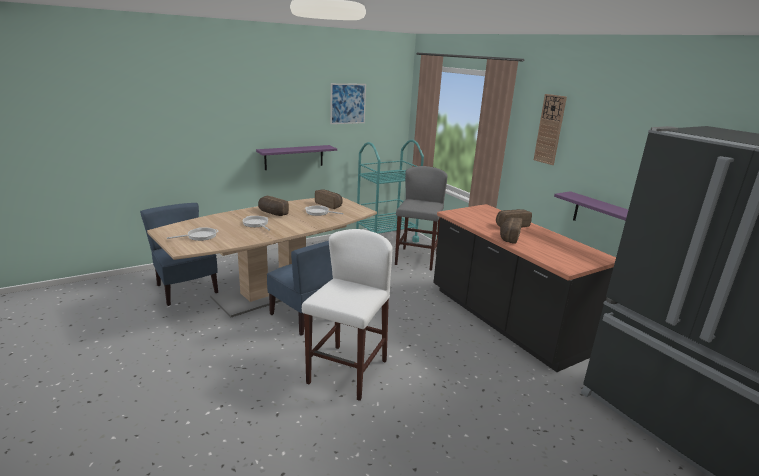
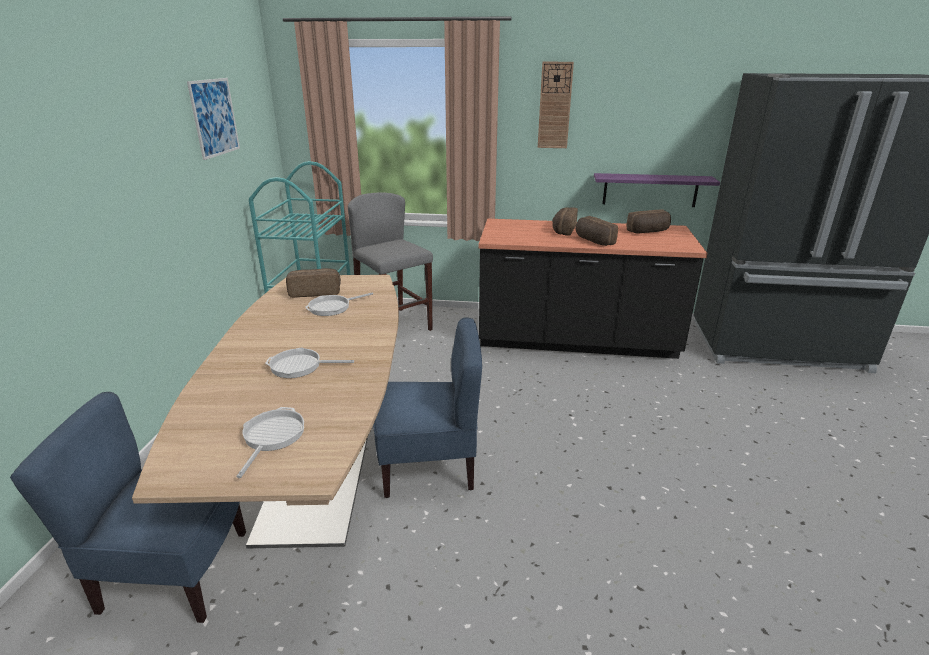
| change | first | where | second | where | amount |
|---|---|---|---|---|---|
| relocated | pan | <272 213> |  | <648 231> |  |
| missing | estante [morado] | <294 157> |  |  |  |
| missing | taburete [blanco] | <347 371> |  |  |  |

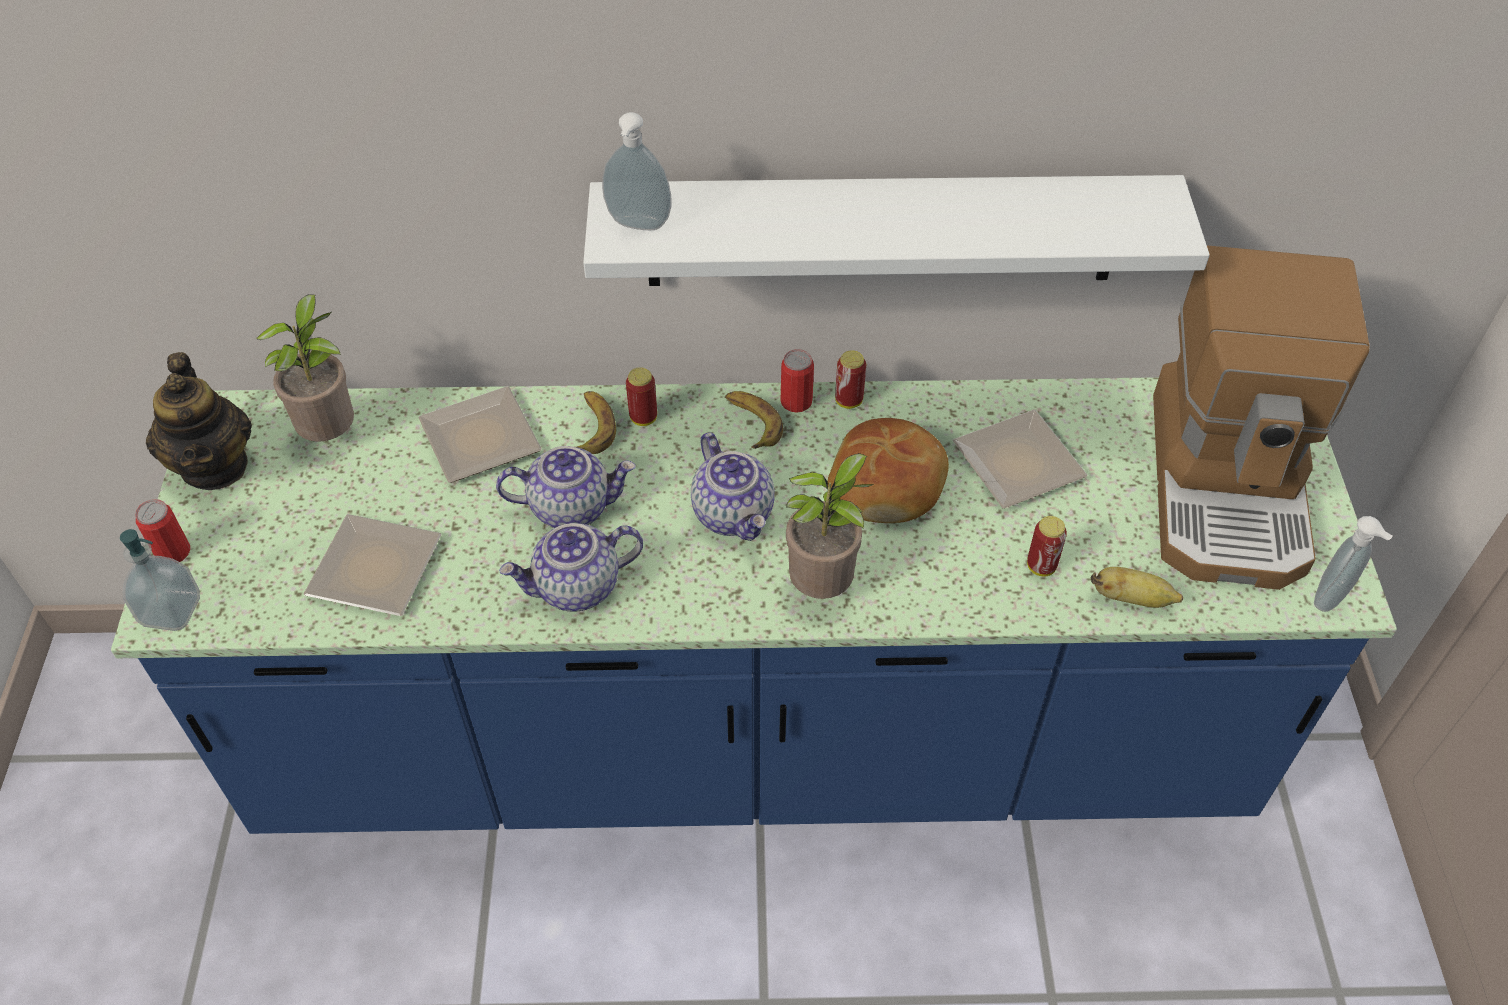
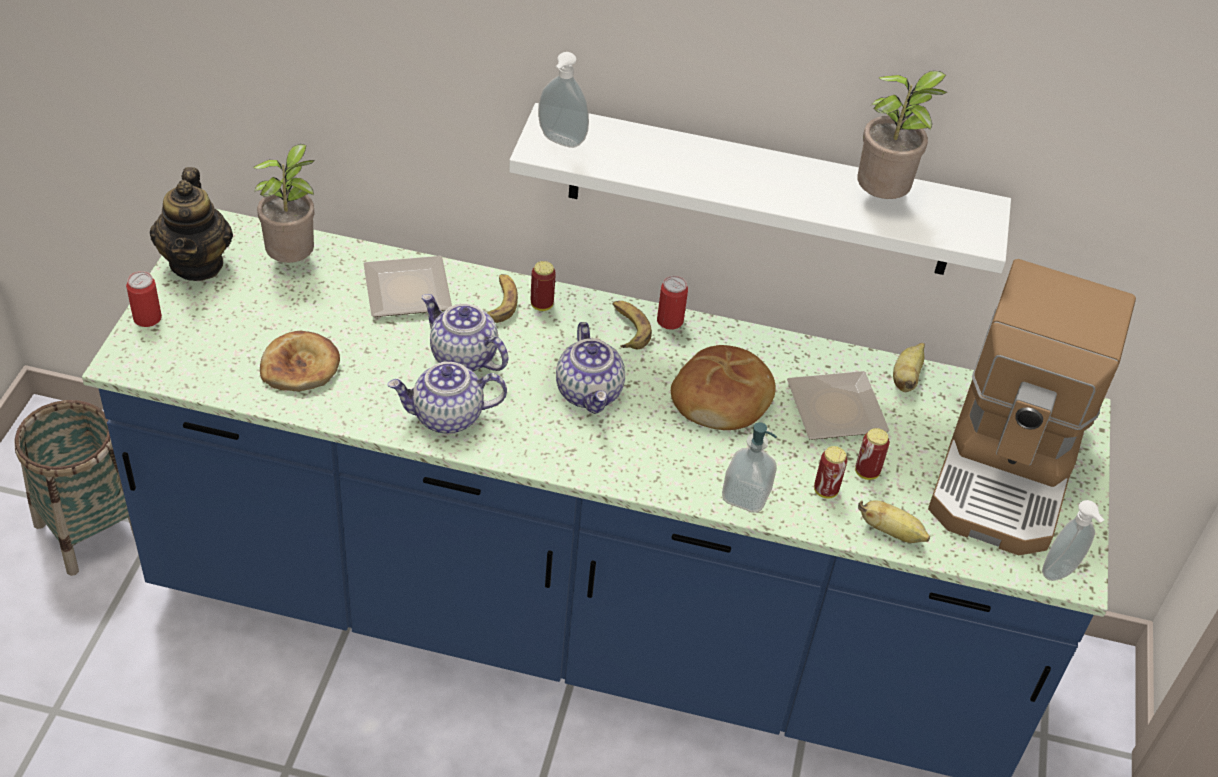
| change | first | where | second | where | amount |
|---|---|---|---|---|---|
| appeared |  |  | cesta | <89 530> |  |
| exchanged | plato | <380 567> | pan | <300 366> |  |
| spun | tetera | <571 506> |  | <462 357> | 150 degrees counterclockwise |
| relocated | dispensador de jabón | <171 611> |  | <745 496> |  |
| relocated | lata | <848 401> |  | <867 472> |  |
| relocated | planta en maceta | <824 586> |  | <883 199> |  |
| appeared |  |  | plátano | <906 378> |  |

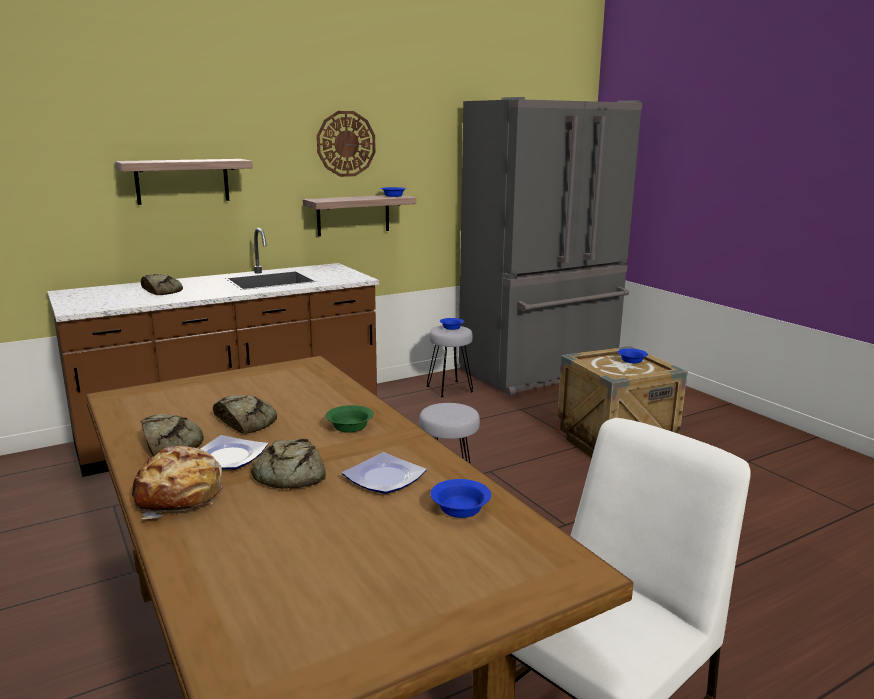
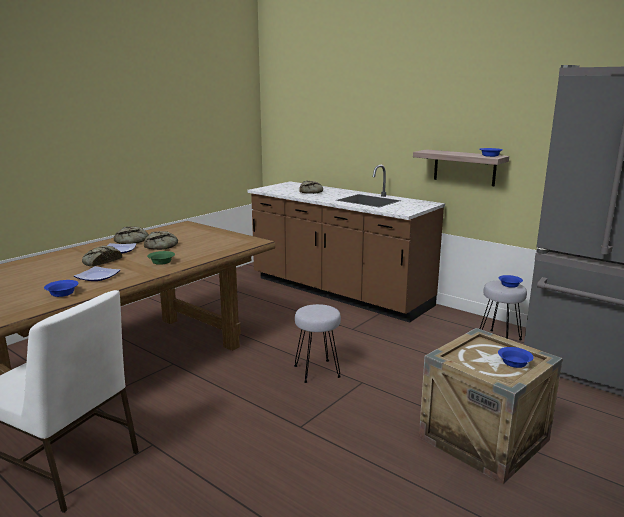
| change | first | where | second | where | amount |
|---|---|---|---|---|---|
| missing | estante | <182 181> |  |  |  |
| missing | pan | <180 496> |  |  |  |
| missing | reloj de pared | <346 144> |  |  |  |

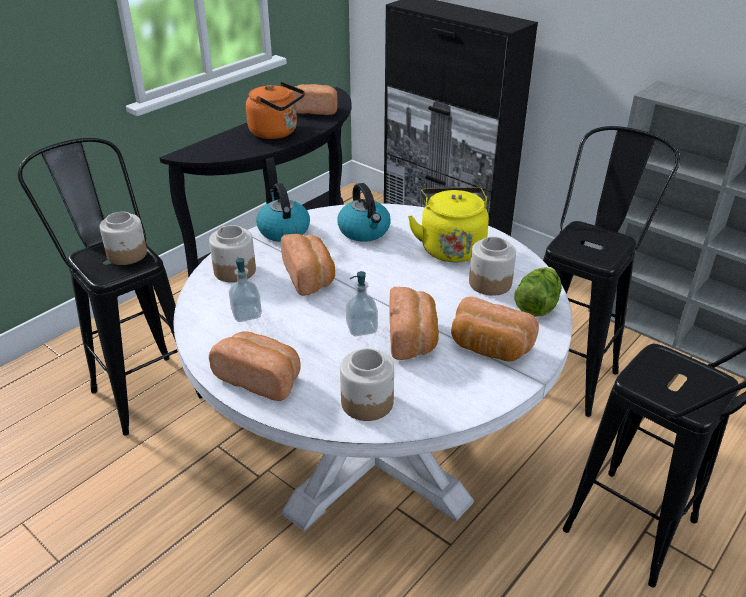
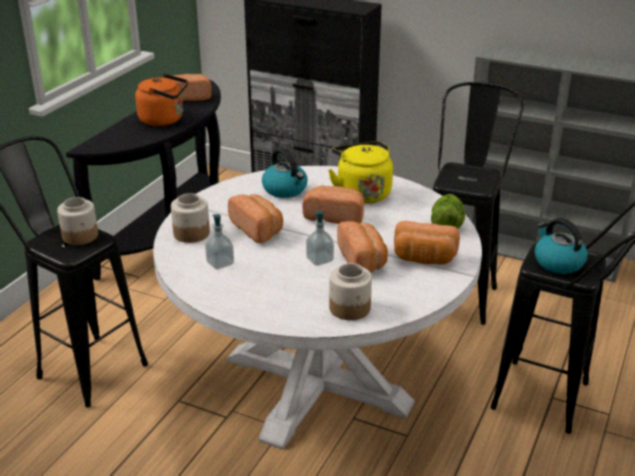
| change | first | where | second | where | amount |
|---|---|---|---|---|---|
| relocated | pan | <260 378> |  | <335 216> |  |
| relocated | hervidor | <283 230> |  | <557 262> |  |
| missing | tarro | <489 283> |  |  |  |

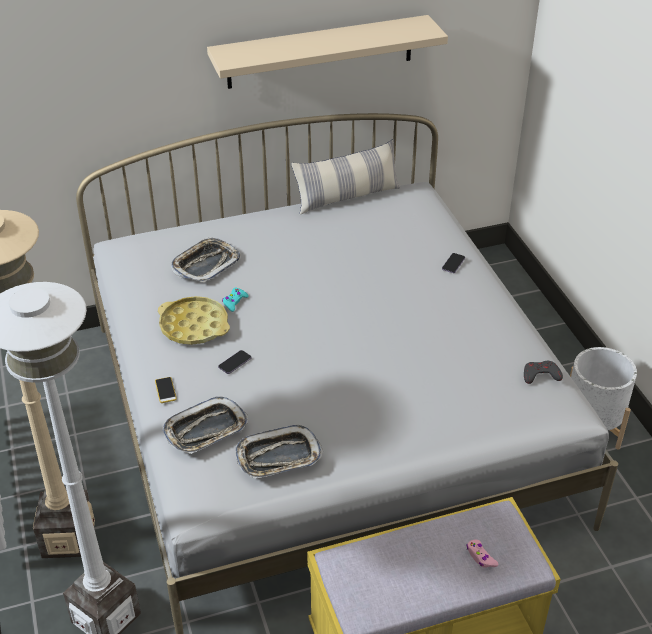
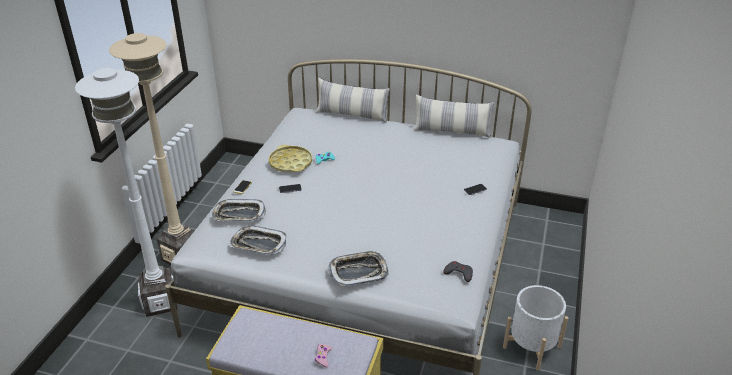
| change | first | where | second | where | amount |
|---|---|---|---|---|---|
| appeared |  |  | cojín | <352 115> |  |
| relocated | bandeja | <206 264> |  | <358 271> |  |
| missing | estante [beis] | <320 52> |  |  |  |

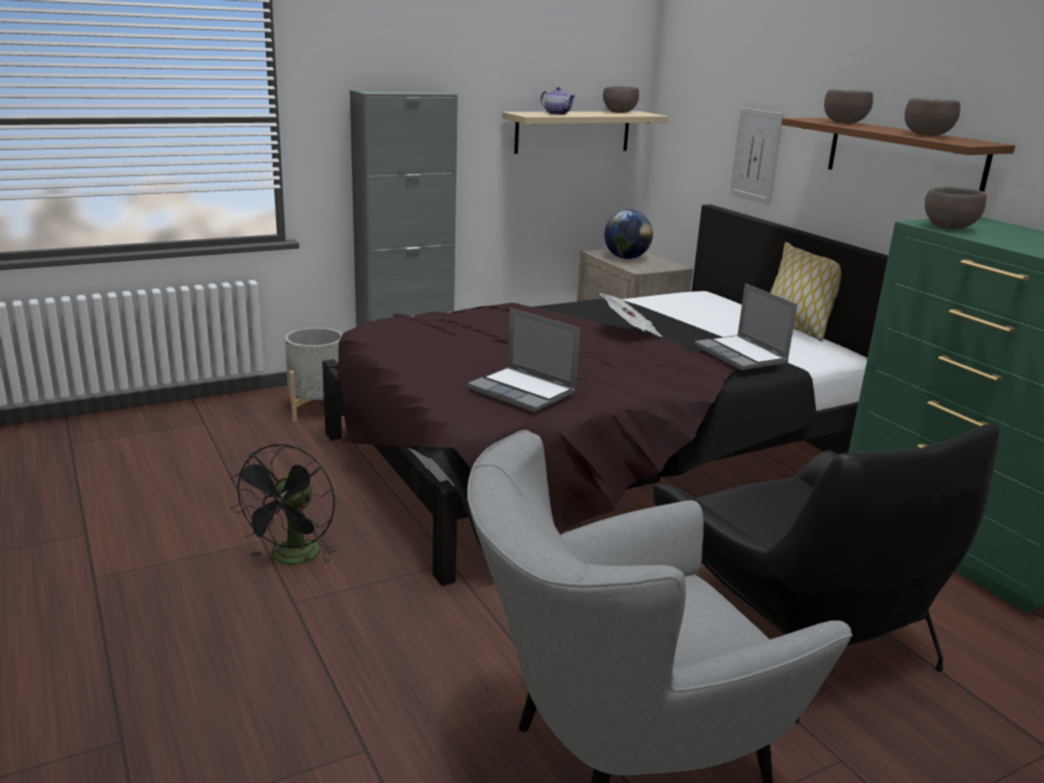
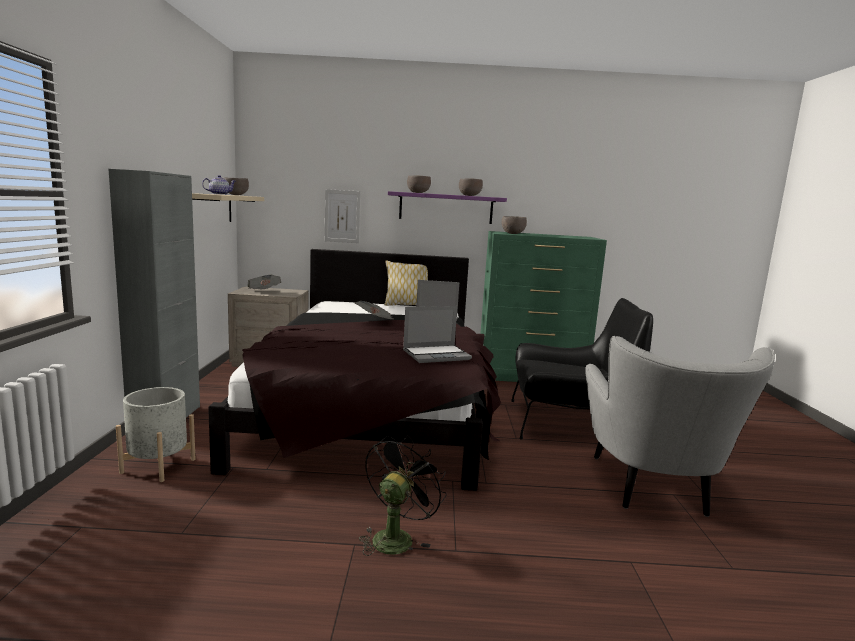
| change | first | where | second | where | amount |
|---|---|---|---|---|---|
| exchanged | globo terráqueo | <626 258> | periódico | <264 292> |  |
| spun | ventilador [negro] | <292 559> |  | <396 537> | 105 degrees counterclockwise |
| colour | estante [marrón] | <904 157> | estante [morado] | <446 208> |  |

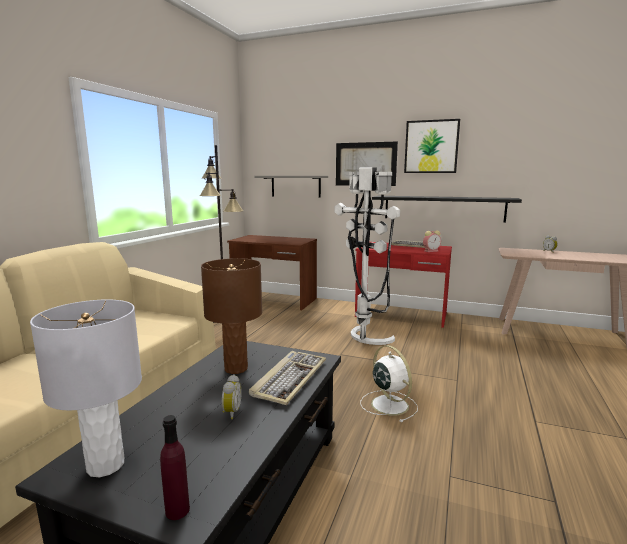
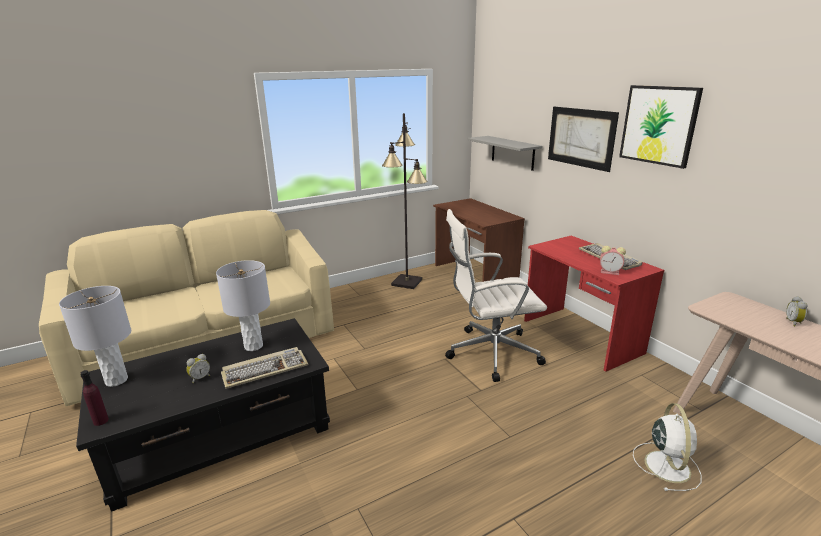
| change | first | where | second | where | amount |
|---|---|---|---|---|---|
| colour | lámpara de mesa [marrón] | <236 369> | lámpara de mesa [gris] | <253 346> |  |
| exchanged | lámpara de pie [blanco] | <364 340> | silla de oficina [blanco] | <490 353> |  |
| relocated | ventilador [blanco] | <388 404> |  | <666 465> |  |
| missing | estante [negro] | <443 208> |  |  |  |

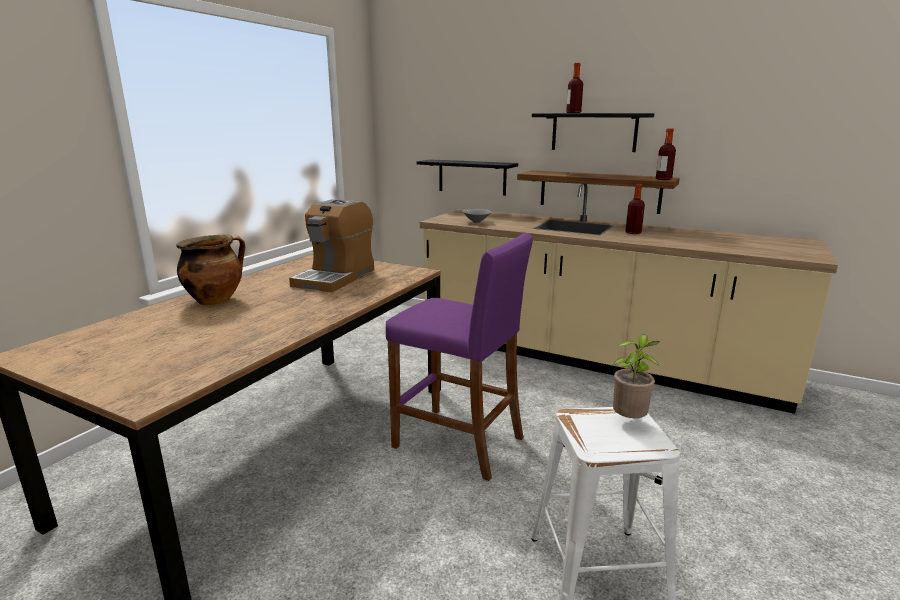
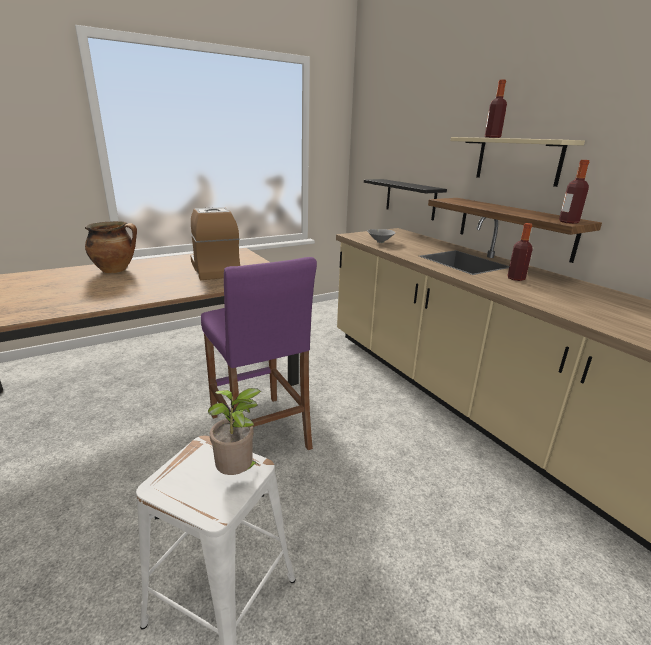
| change | first | where | second | where | amount |
|---|---|---|---|---|---|
| spun | cafetera | <335 277> |  | <215 269> | 105 degrees clockwise |
| colour | estante [negro] | <593 132> | estante [beis] | <518 160> |  |

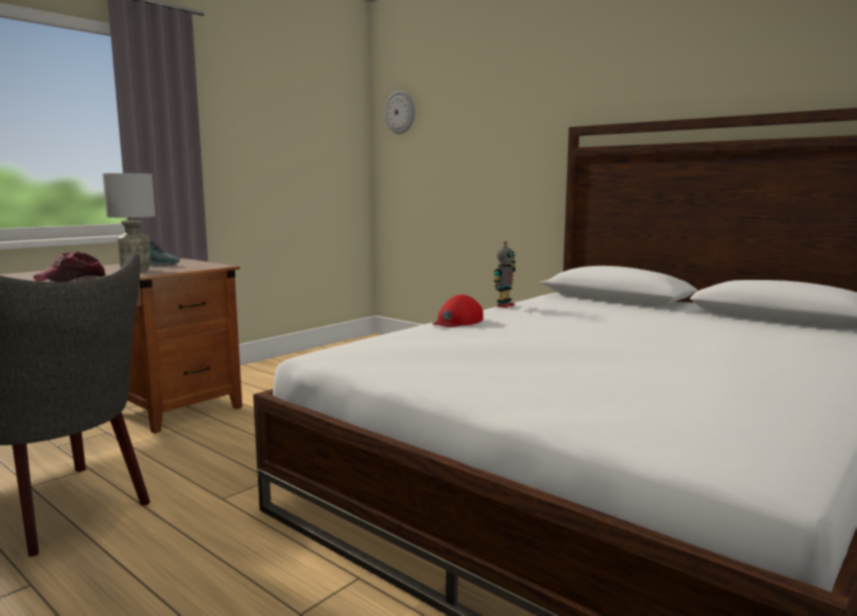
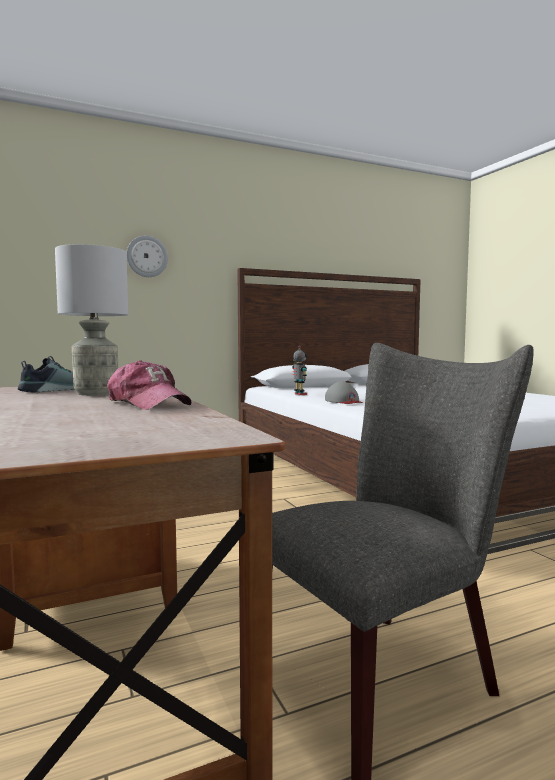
| change | first | where | second | where | amount |
|---|---|---|---|---|---|
| relocated | reloj de pared | <400 112> |  | <147 256> |  |
| colour | gorra [rojo] | <457 321> | gorra [gris] | <344 401> |  |

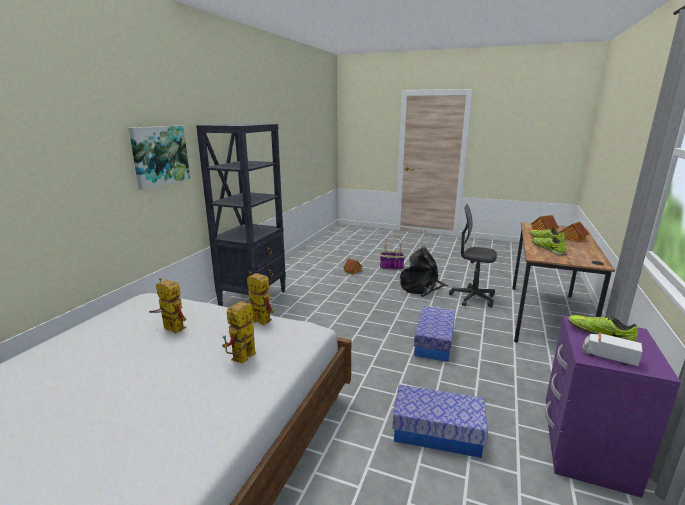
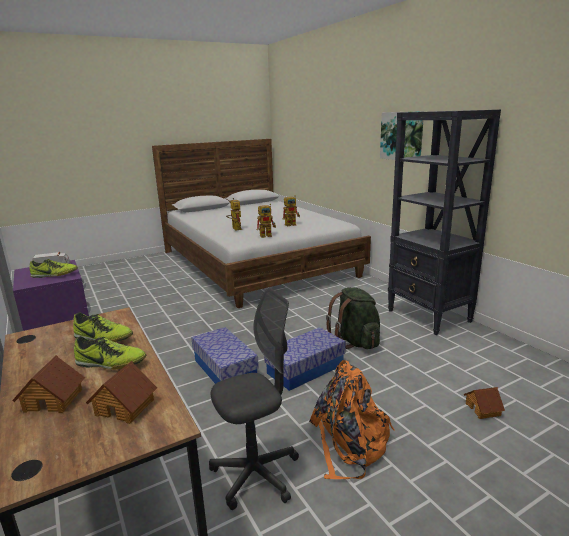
| change | first | where | second | where | amount |
|---|---|---|---|---|---|
| relocated | caja de almacenaje | <437 432> |  | <305 369> |  |
| colour | mochila [negro] | <421 287> | mochila [naranja] | <349 444> |  |
| appeared |  |  | mochila [verde] | <355 341> |  |
| missing | cesta | <391 267> |  |  |  |

